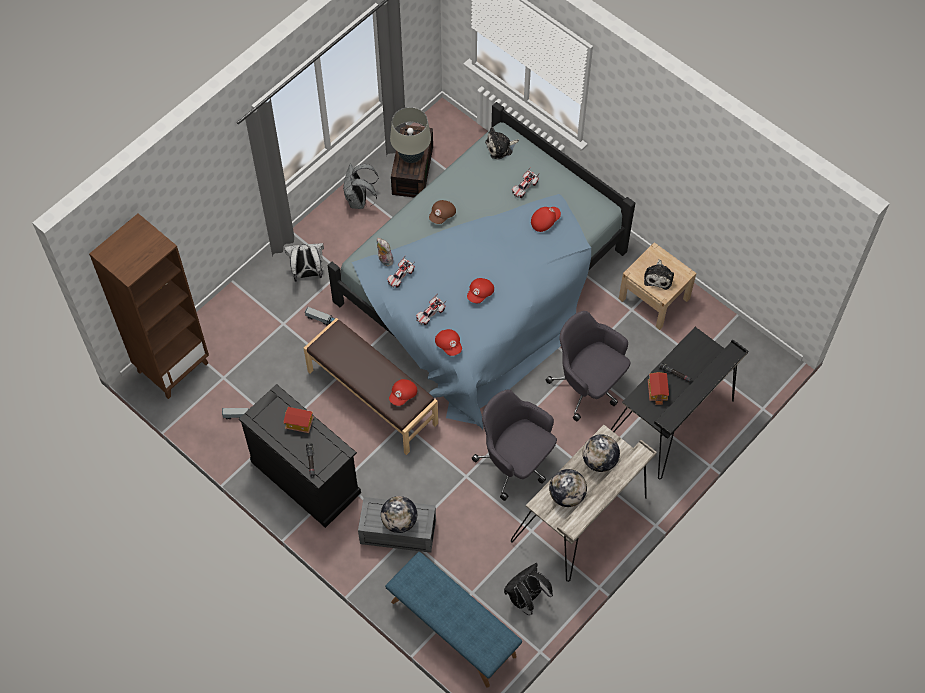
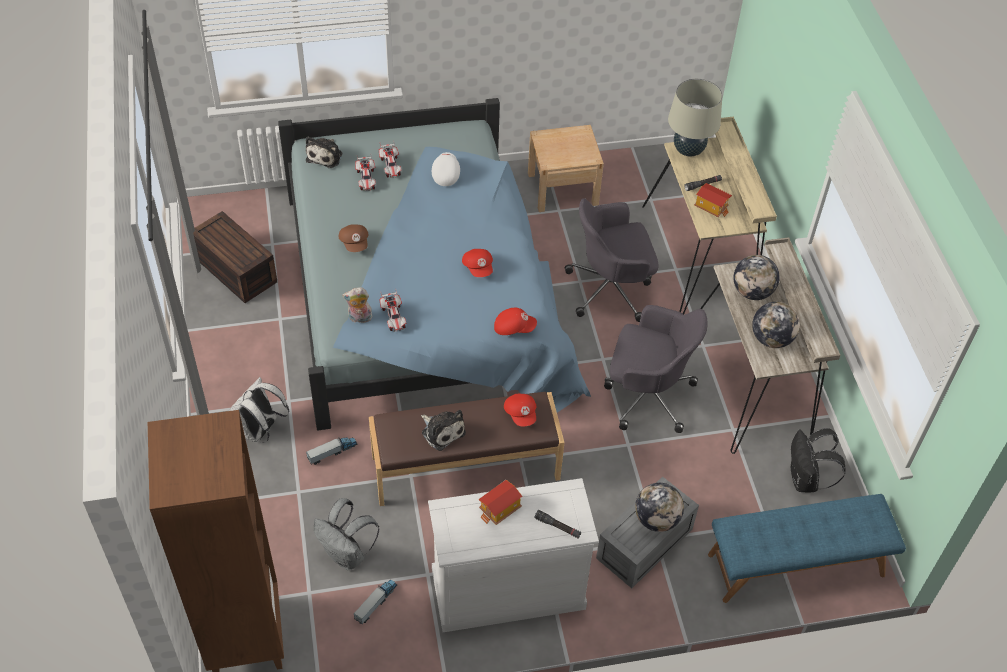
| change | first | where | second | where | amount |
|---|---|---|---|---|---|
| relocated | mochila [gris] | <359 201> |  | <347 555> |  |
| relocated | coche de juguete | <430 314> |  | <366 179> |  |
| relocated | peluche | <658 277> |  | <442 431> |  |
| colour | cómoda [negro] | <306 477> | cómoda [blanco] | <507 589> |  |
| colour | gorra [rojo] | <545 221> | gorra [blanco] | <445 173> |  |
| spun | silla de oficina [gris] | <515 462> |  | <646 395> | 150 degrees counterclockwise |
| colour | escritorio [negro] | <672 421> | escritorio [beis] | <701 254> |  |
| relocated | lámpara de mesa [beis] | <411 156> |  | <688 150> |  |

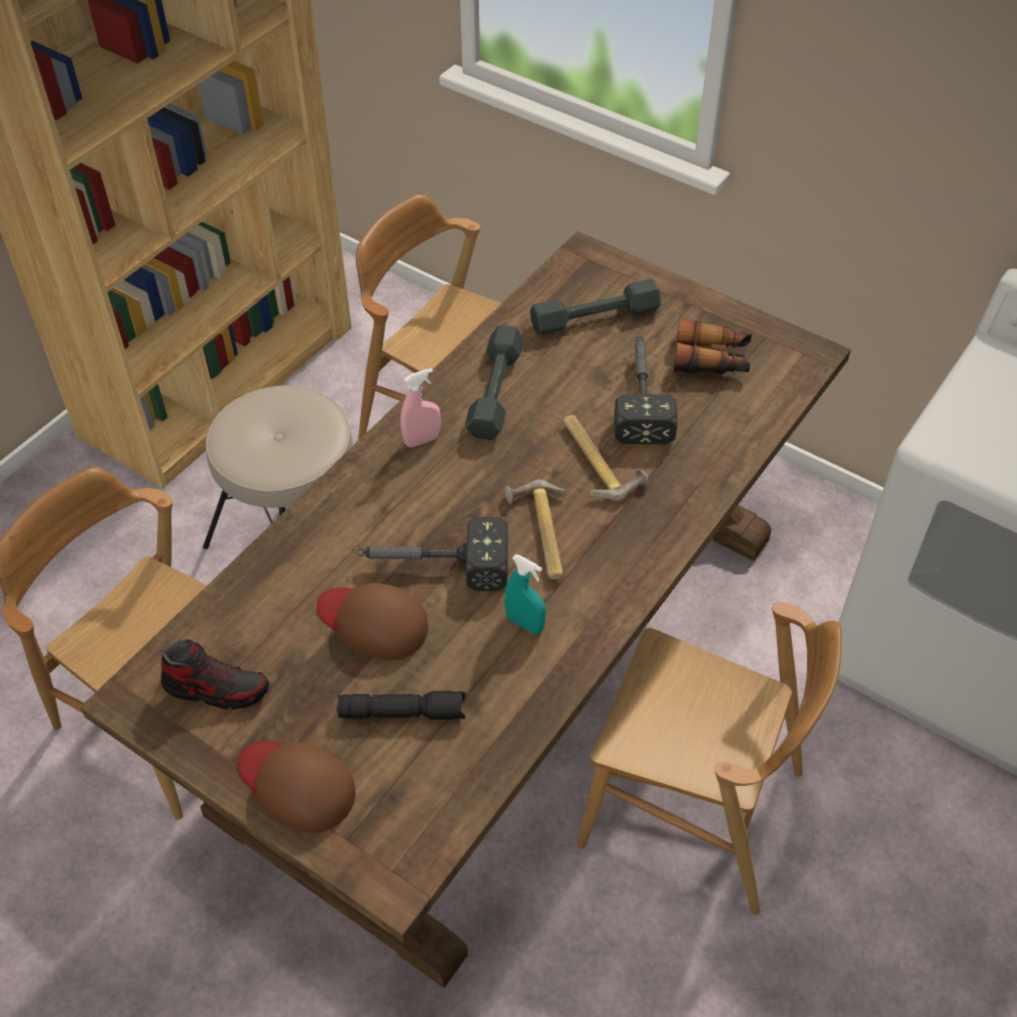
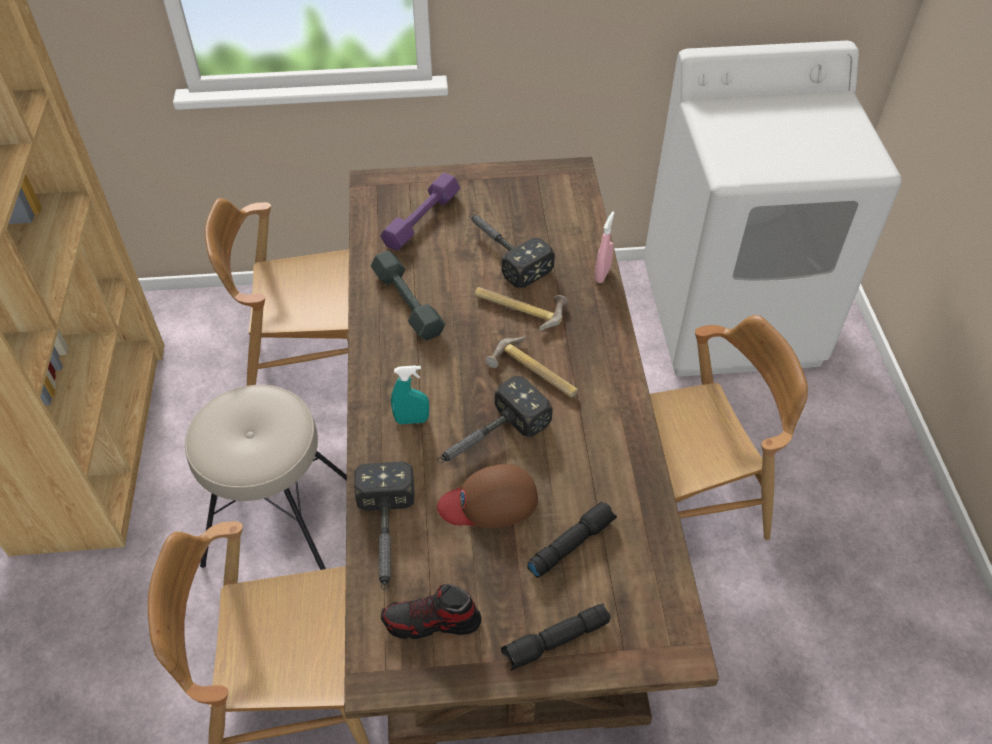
| change | first | where | second | where | amount |
|---|---|---|---|---|---|
| appeared |  |  | martillo | <386 537> |  |
| colour | mancuerna [gris] | <595 318> | mancuerna [morado] | <422 219> |  |
| spun | zapato | <216 688> |  | <432 622> | 150 degrees counterclockwise |
| relocated | pulverizador [turquesa] | <524 623> |  | <412 420> |  |
| exchanged | gorra [marrón] | <297 785> | linterna [negro] | <556 642> |  |
| relocated | pulverizador [rosa] | <422 440> |  | <602 274> |  |
| missing | prismáticos | <711 360> |  |  |  |

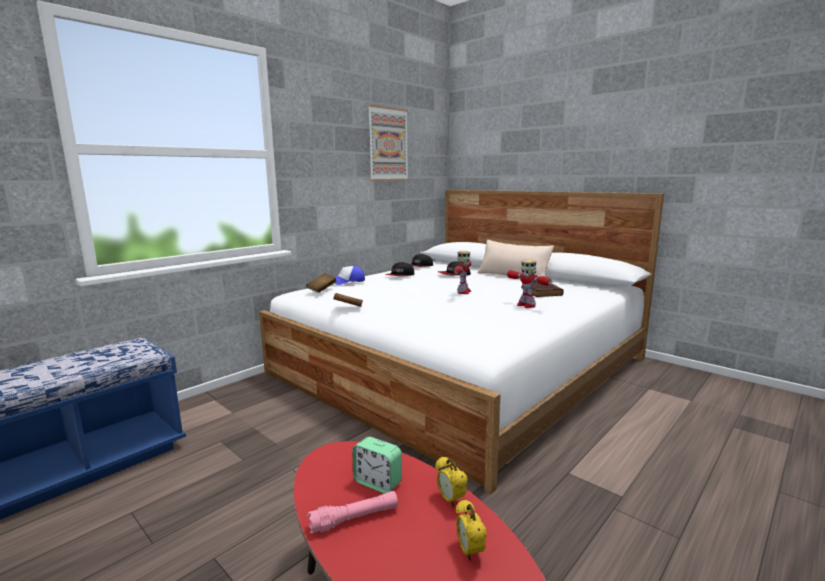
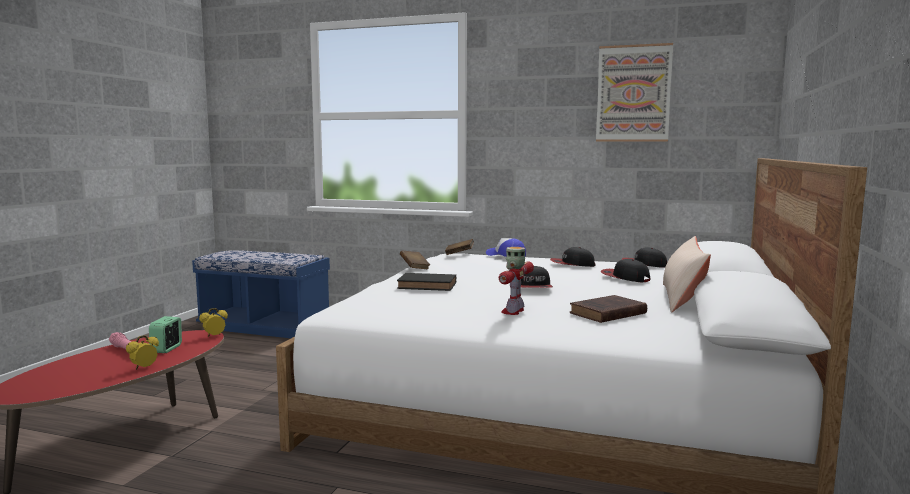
| change | first | where | second | where | amount |
|---|---|---|---|---|---|
| relocated | despertador | <469 551> |  | <214 336> |  |
| appeared |  |  | libro [negro] | <429 286> |  |
| exchanged | robot de juguete | <463 292> | gorra | <533 287> |  |

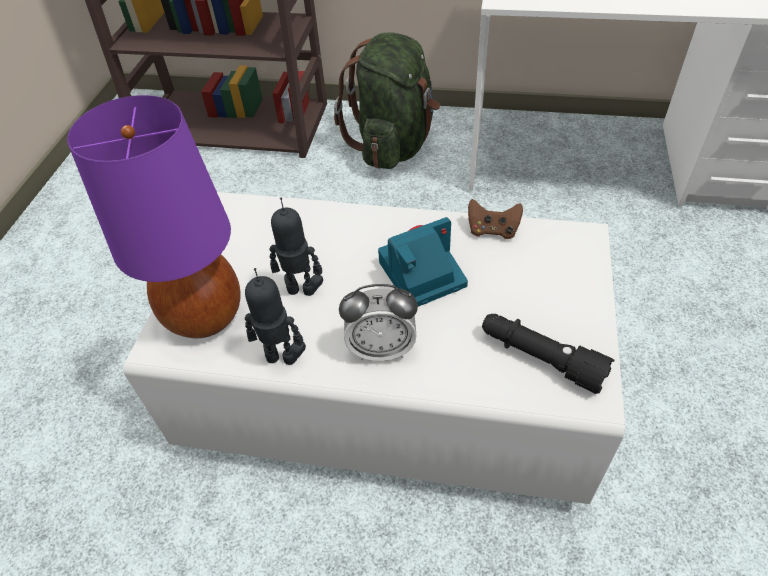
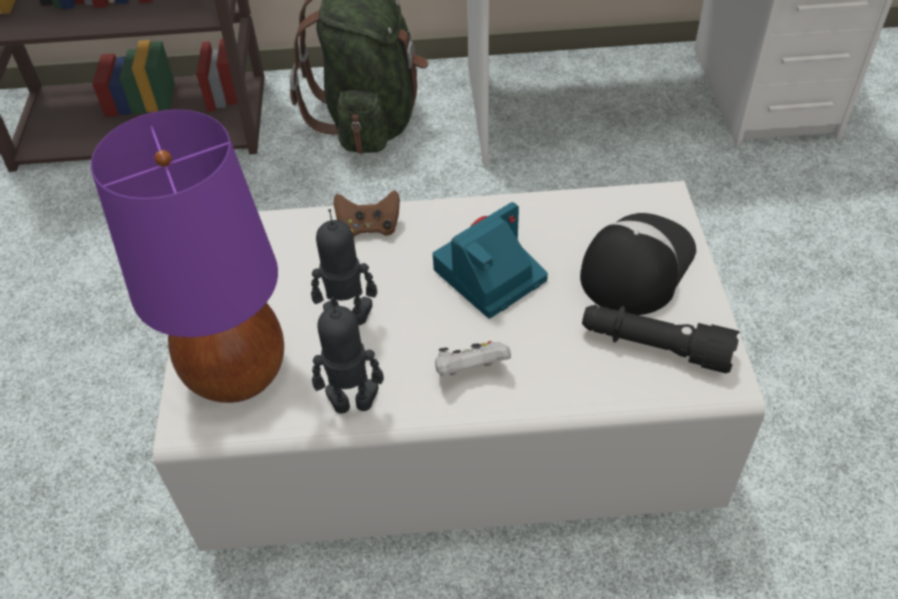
| change | first | where | second | where | amount |
|---|---|---|---|---|---|
| relocated | mando de consola [marrón] | <492 230> |  | <369 227> |  |
| exchanged | despertador | <381 349> | mando de consola [blanco] | <470 371> |  |
| appeared |  |  | gorra | <636 264> |  |

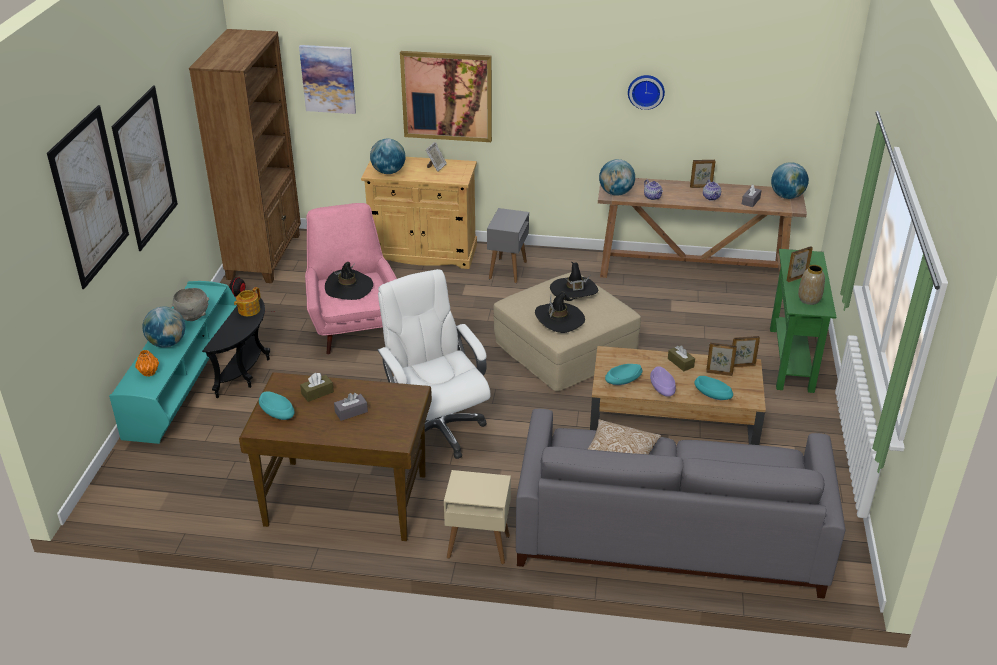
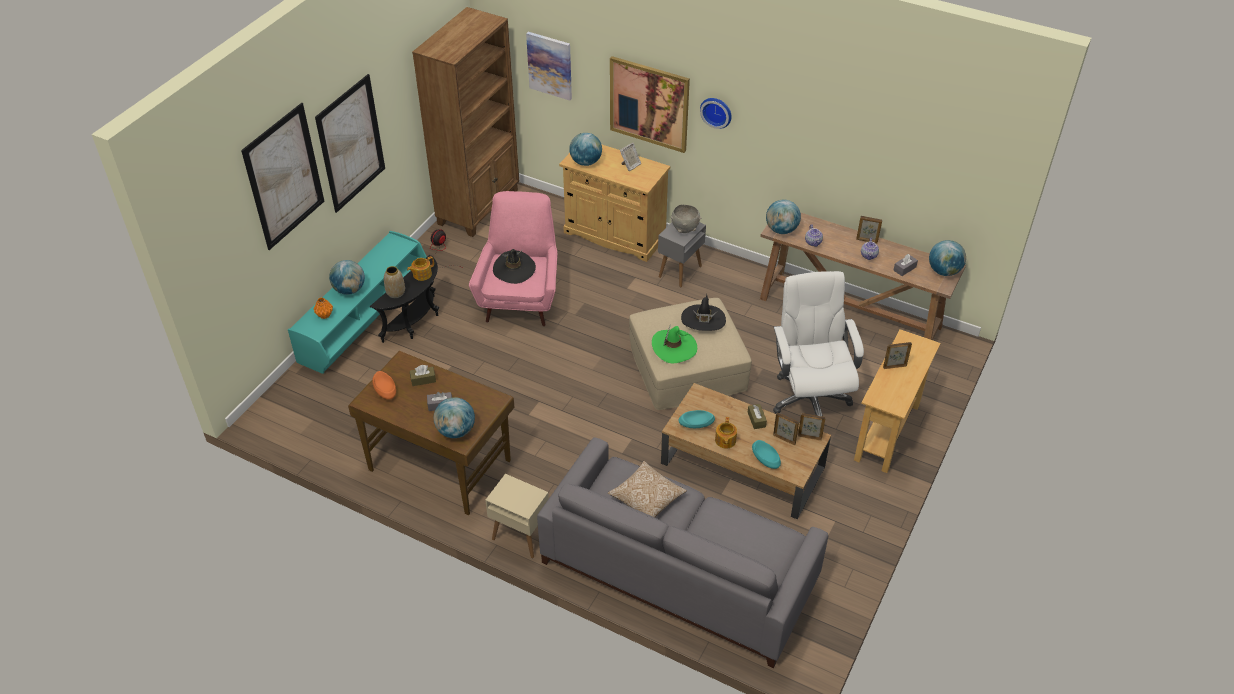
| change | first | where | second | where | amount |
|---|---|---|---|---|---|
| colour | cuenco [turquesa] | <277 413> | cuenco [naranja] | <385 390> |  |
| relocated | florero | <809 299> |  | <396 293> |  |
| appeared |  |  | globo terráqueo | <456 431> |  |
| colour | sombrero [negro] | <559 319> | sombrero [verde] | <674 347> |  |
| relocated | cuenco [gris] | <193 317> |  | <685 229> |  |
| relocated | reloj de pared | <646 91> |  | <717 111> |  |
| exchanged | cuenco [morado] | <661 388> | tetera | <725 441> |  |
| relocated | silla de oficina [blanco] | <436 429> |  | <809 398> |  |
| colour | mesa consola [verde] | <791 359> | mesa consola [beis] | <887 432> |  |

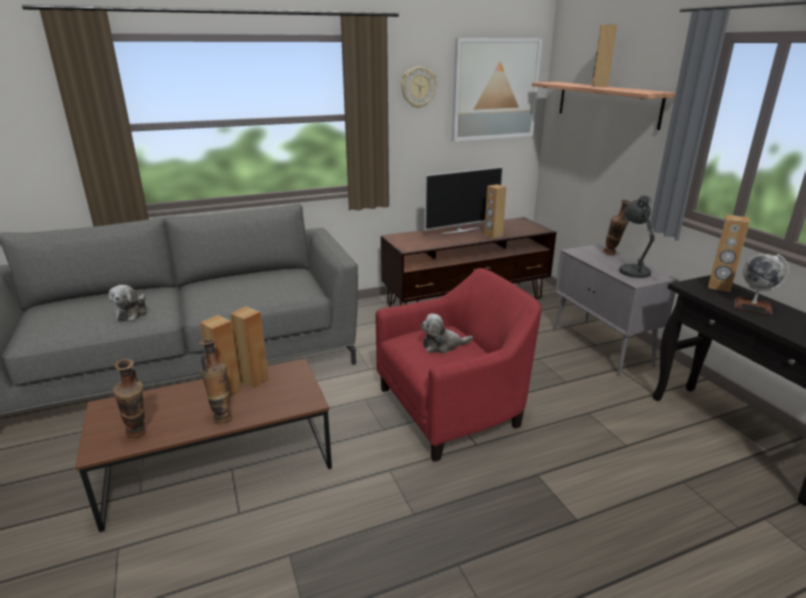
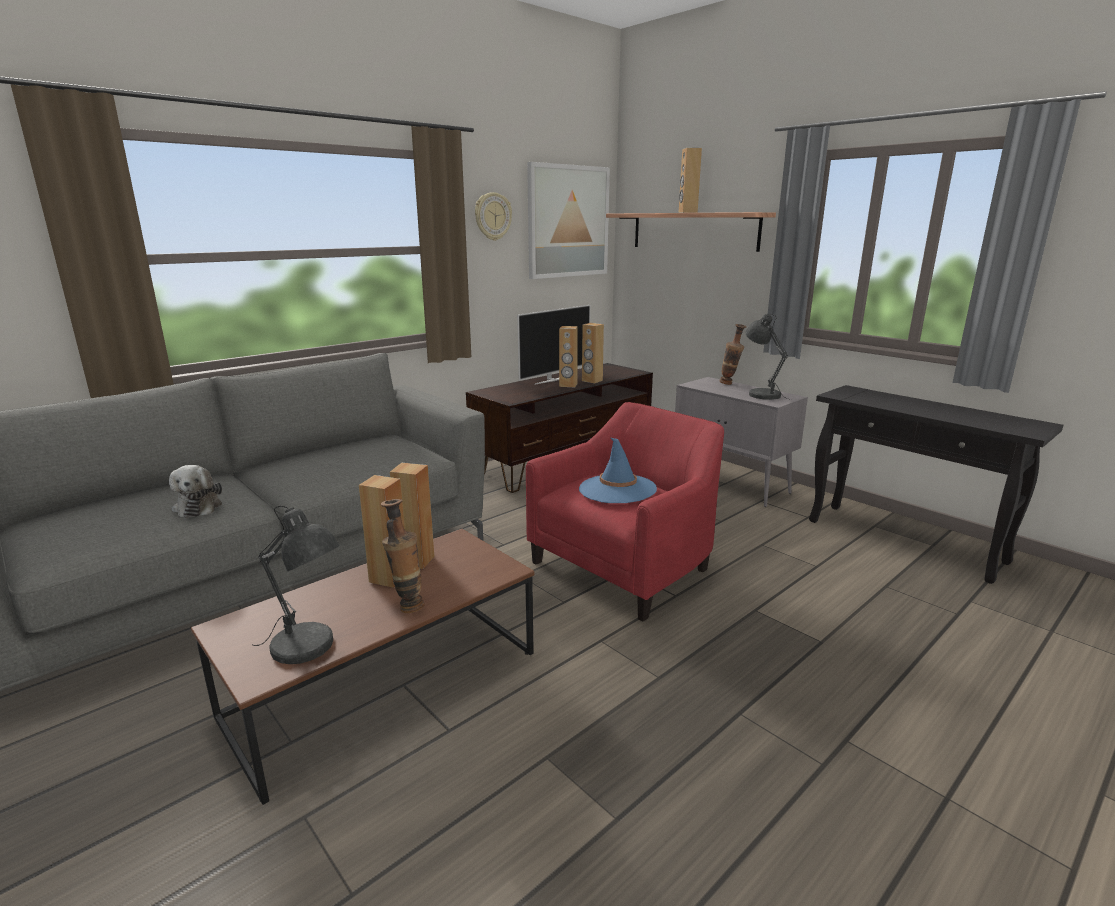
| change | first | where | second | where | amount |
|---|---|---|---|---|---|
| exchanged | florero | <139 435> | lámpara de mesa [gris] | <307 648> |  |
| relocated | altavoz [marrón] | <719 287> |  | <568 385> |  |
| exchanged | peluche | <443 345> | sombrero [azul] | <617 489> |  |
| missing | globo terráqueo | <753 306> |  |  |  |

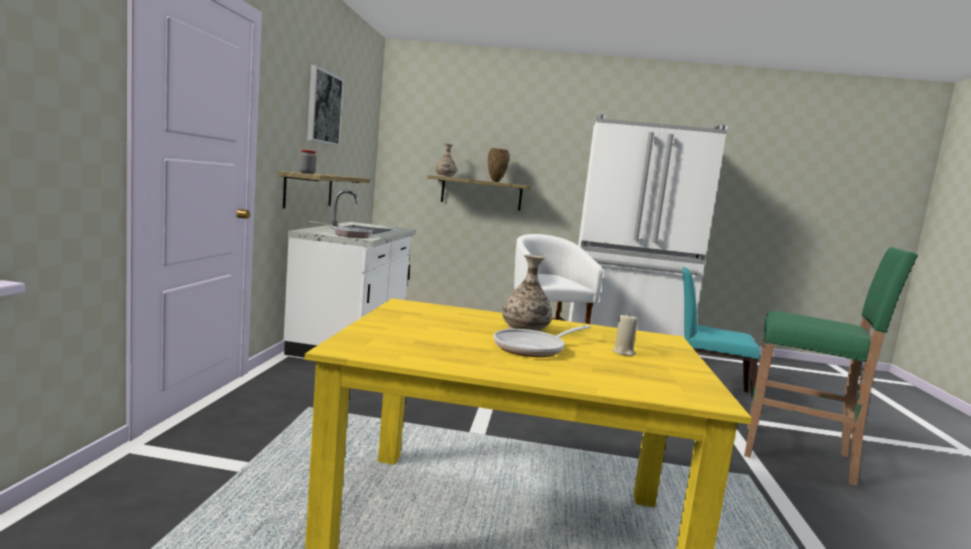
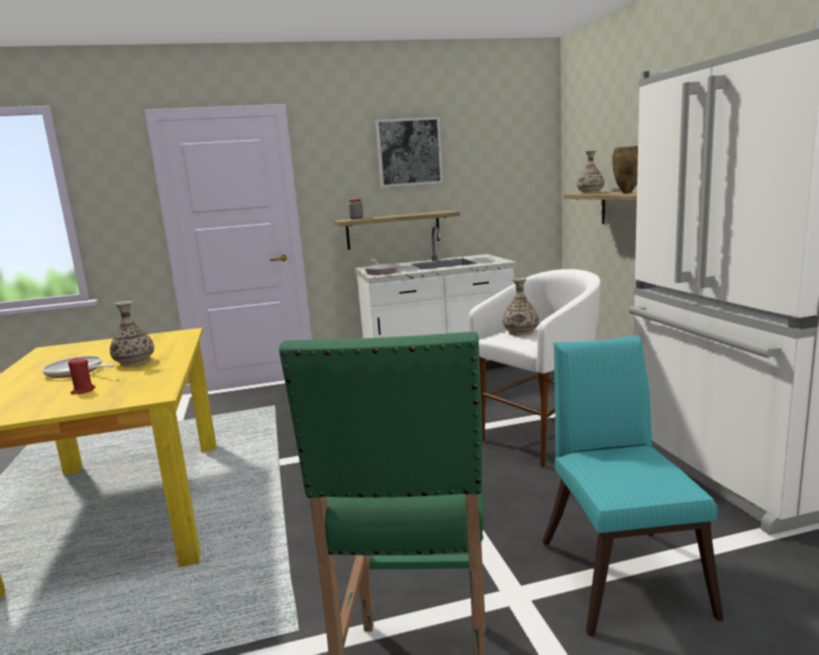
| change | first | where | second | where | amount |
|---|---|---|---|---|---|
| colour | vela [beis] | <624 352> | vela [rojo] | <83 391> |  |
| appeared |  |  | florero | <520 332> |  |

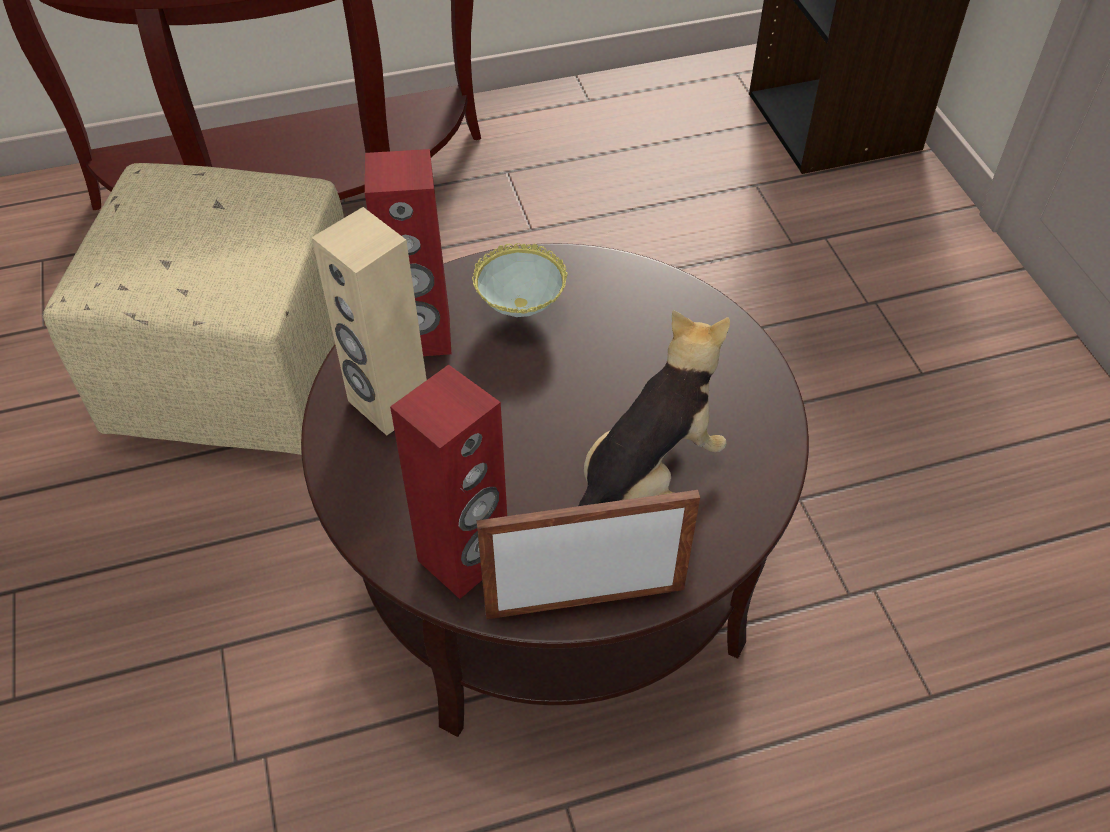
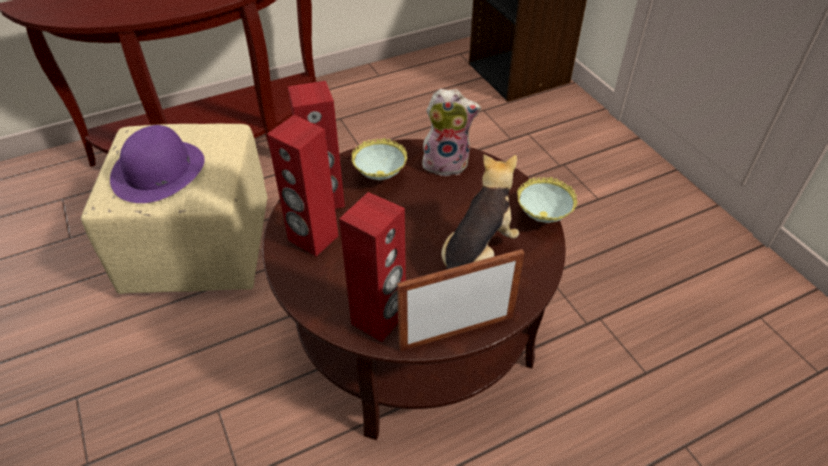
| change | first | where | second | where | amount |
|---|---|---|---|---|---|
| appeared |  |  | sombrero [morado] | <158 171> |  |
| colour | altavoz [beis] | <388 403> | altavoz [rojo] | <312 238> |  |
| appeared |  |  | peluche | <446 163> |  |
| appeared |  |  | cuenco | <542 219> |  |

